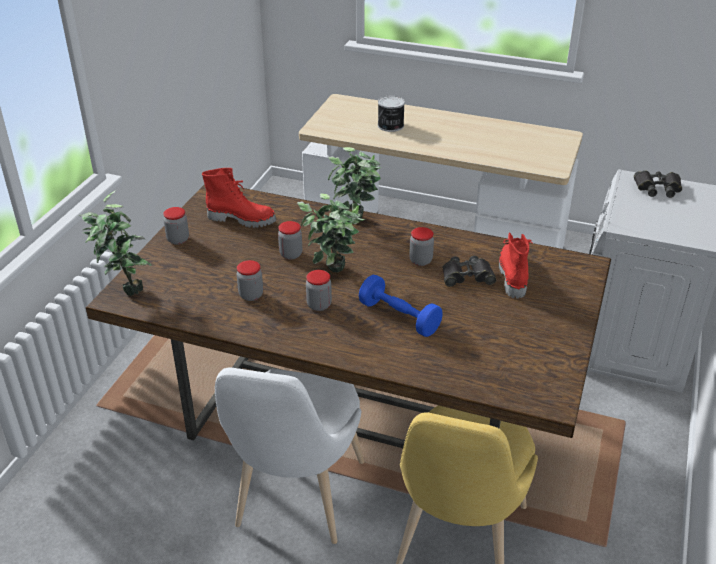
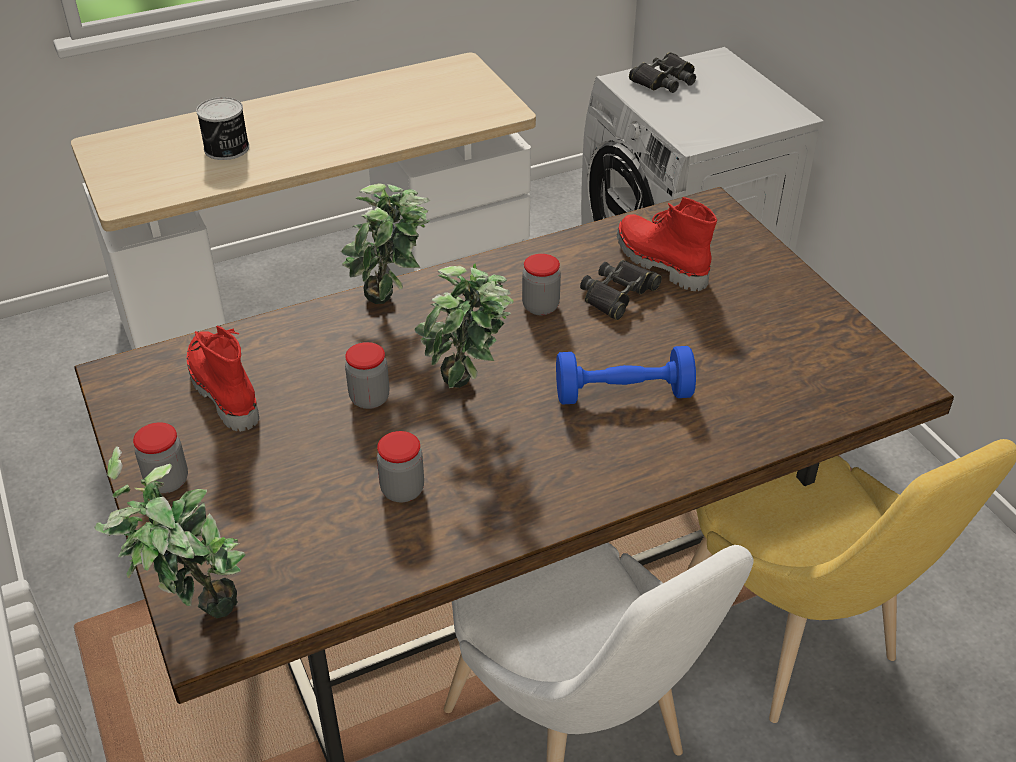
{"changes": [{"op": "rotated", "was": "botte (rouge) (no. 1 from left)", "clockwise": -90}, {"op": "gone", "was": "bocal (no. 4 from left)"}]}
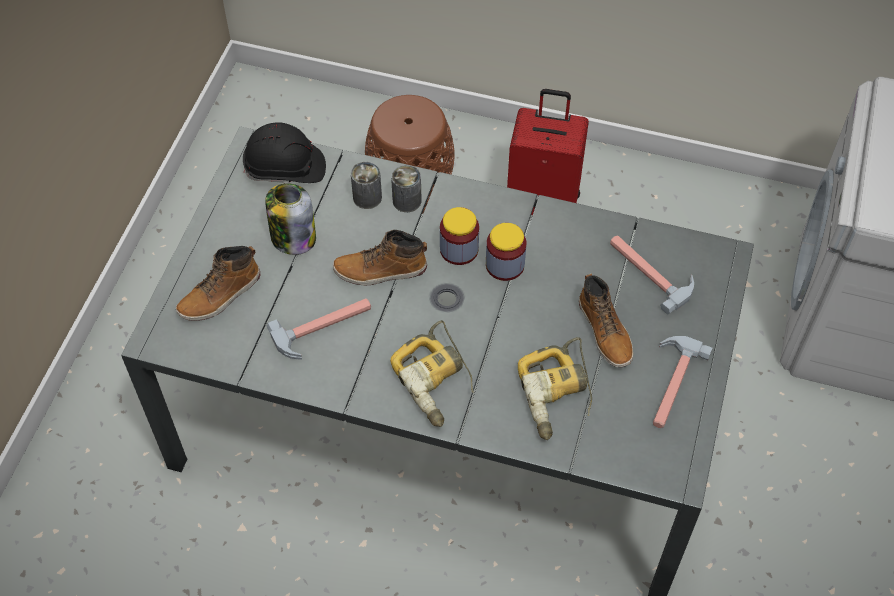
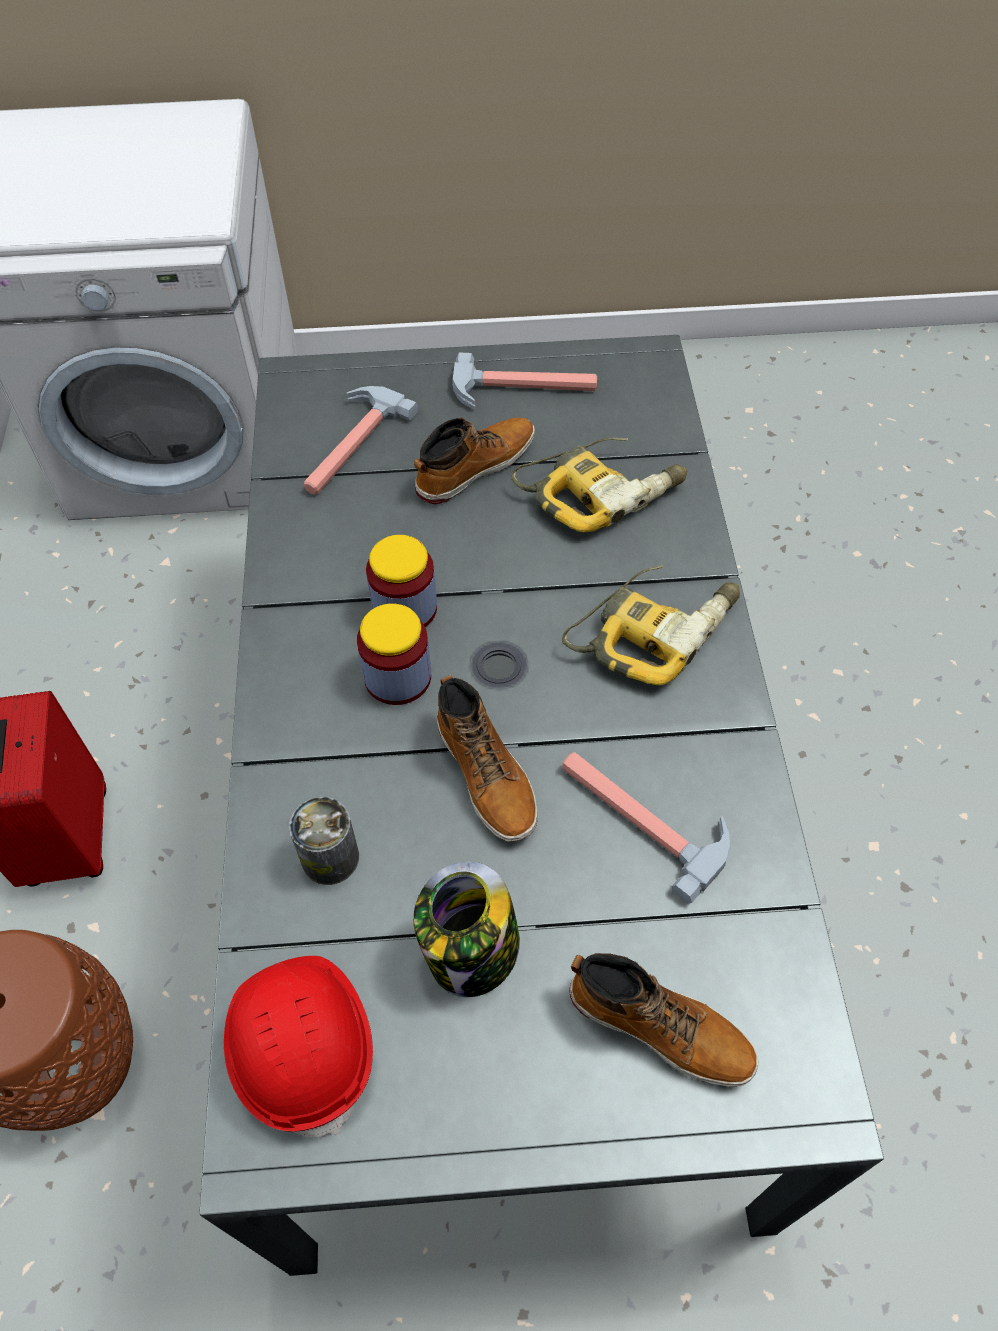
{"changes": [{"op": "repainted", "was": "casque de chantier (noir)", "now": "casque de chantier (rouge)"}, {"op": "gone", "was": "boîte métallique (no. 2 from left)"}]}
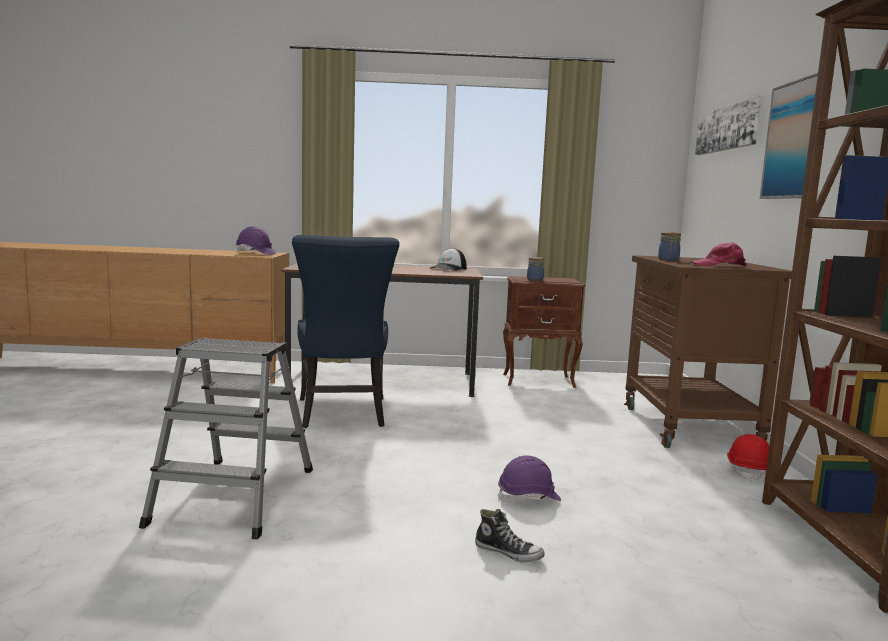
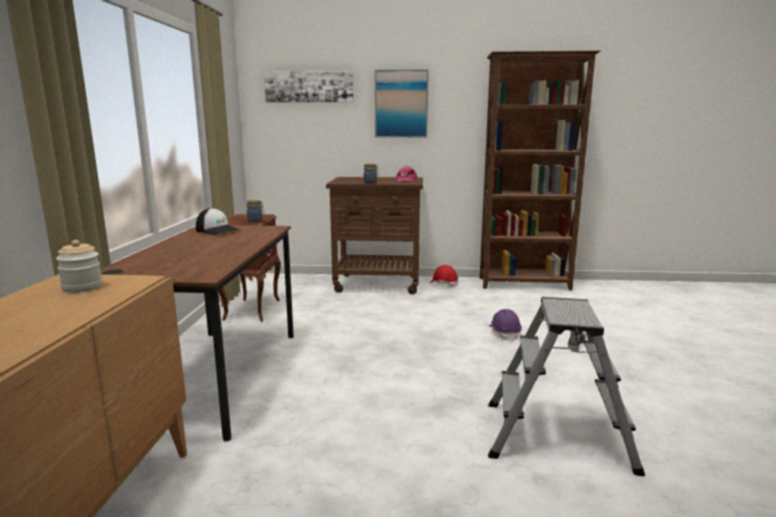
{"changes": [{"op": "swapped", "was": "casque de chantier (violet) (no. 1 from left)", "now": "bocal (no. 1 from left)"}, {"op": "gone", "was": "chaise (bleu)"}]}
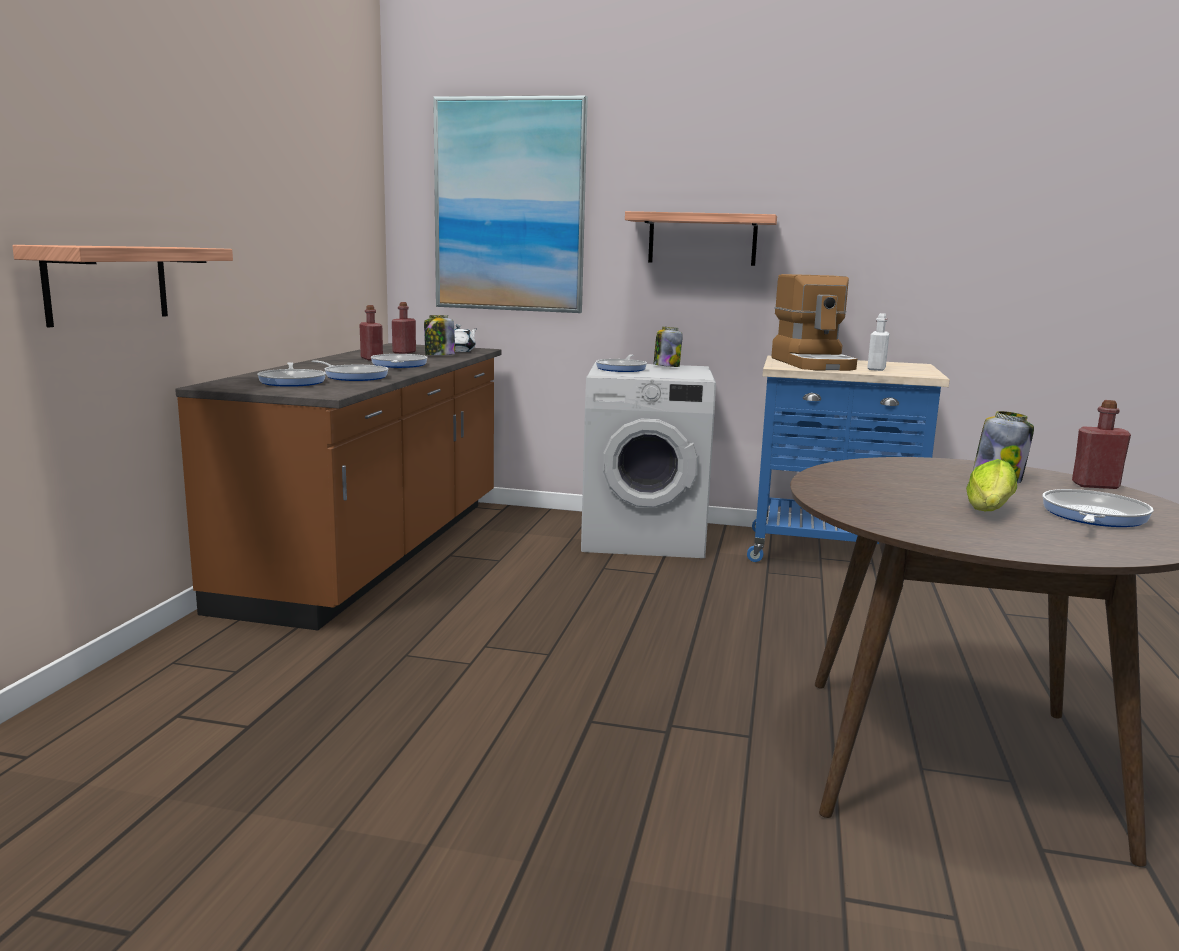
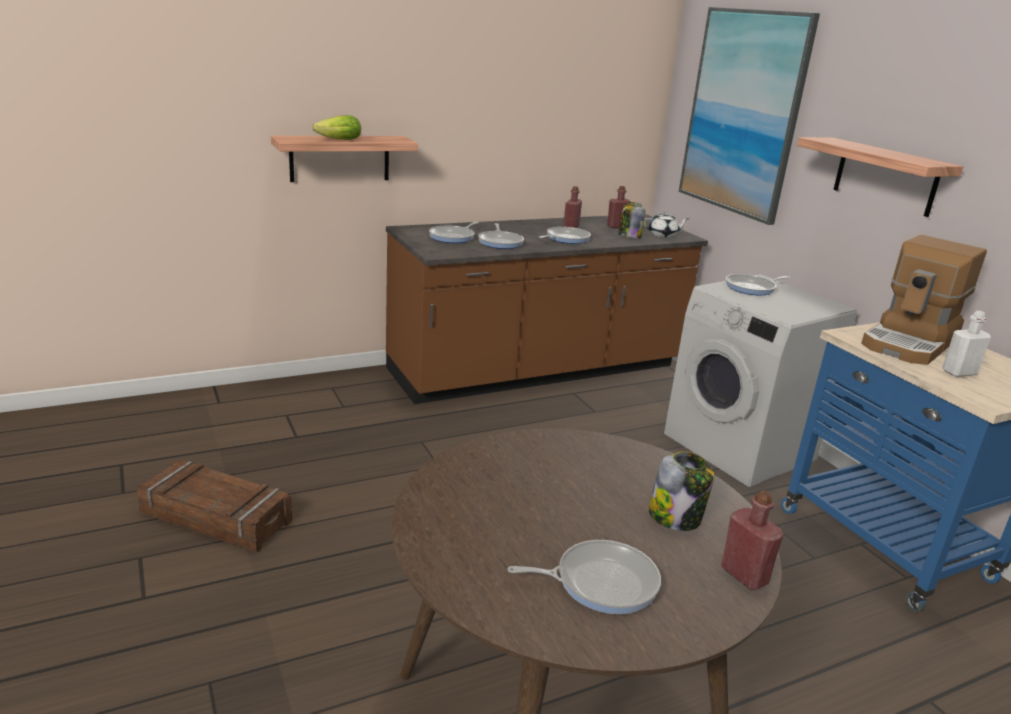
{"changes": [{"op": "gone", "was": "bocal (no. 2 from left)"}, {"op": "shifted", "was": "laitue"}, {"op": "new", "now": "caisse"}]}
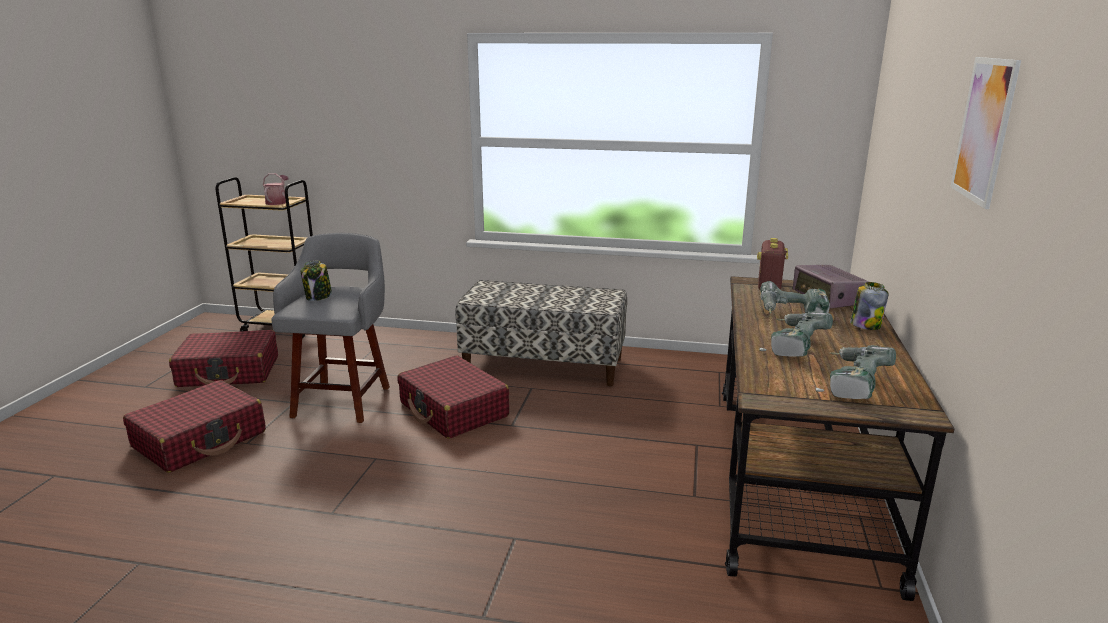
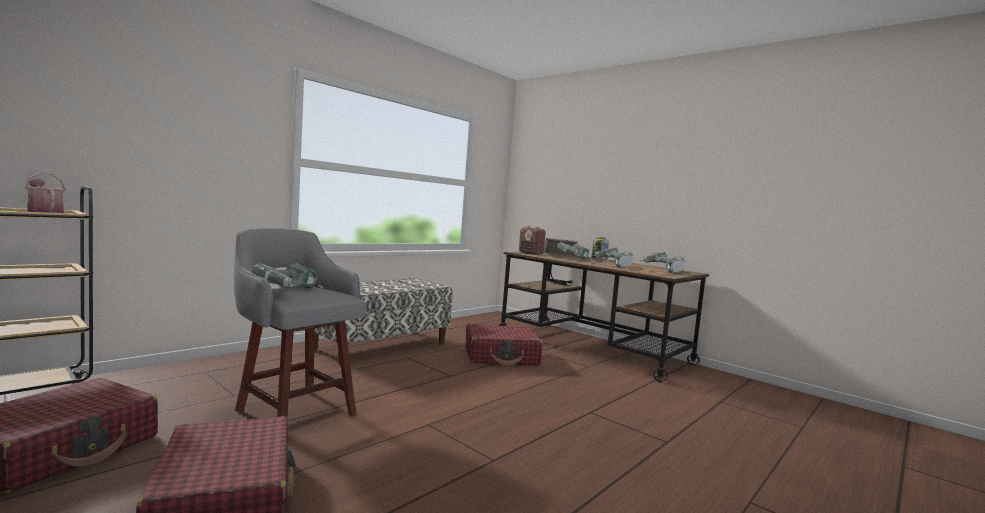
{"changes": [{"op": "swapped", "was": "bocal (no. 1 from left)", "now": "perceuse (no. 1 from left)"}, {"op": "shifted", "was": "valise (rouge) (no. 3 from left)"}, {"op": "gone", "was": "tableau"}]}
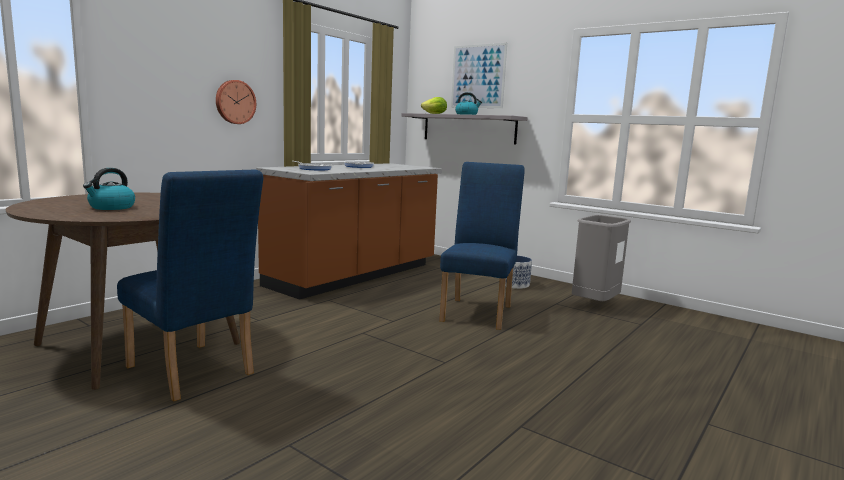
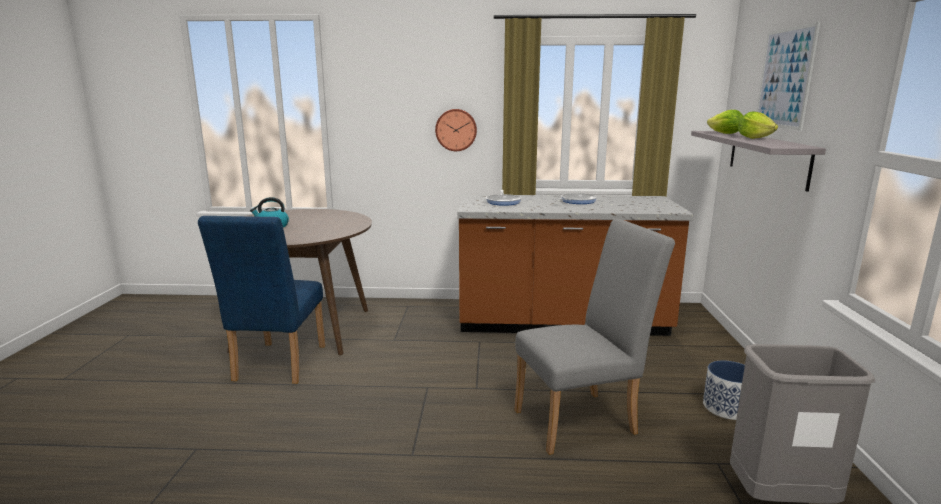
{"changes": [{"op": "repainted", "was": "chaise (bleu) (no. 2 from left)", "now": "chaise (gris)"}, {"op": "swapped", "was": "bouilloire (no. 2 from left)", "now": "laitue (no. 2 from left)"}]}
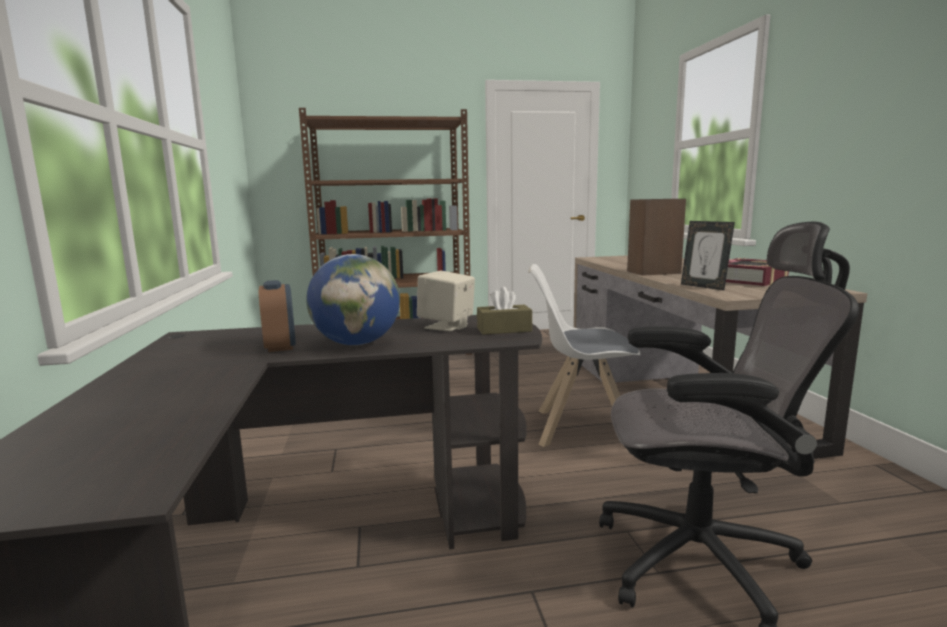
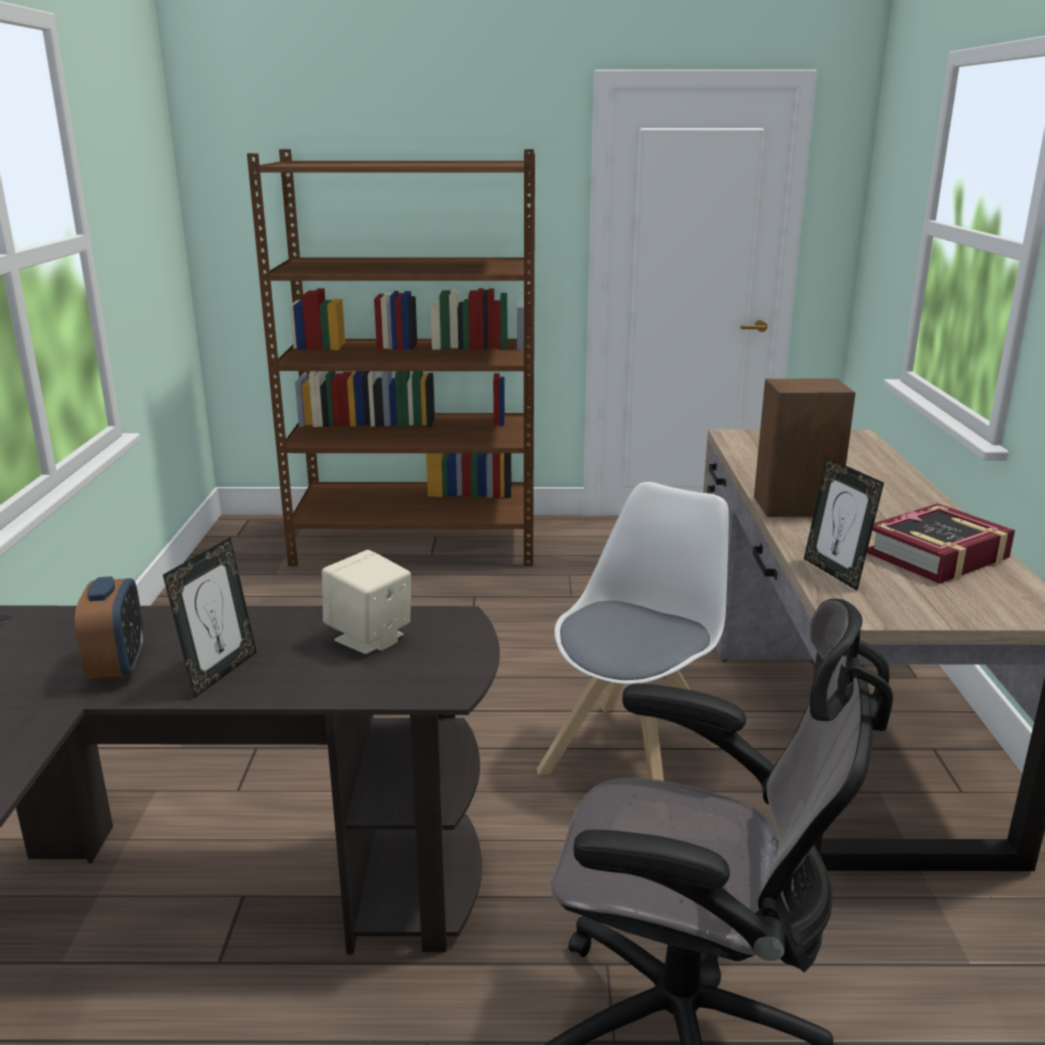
{"changes": [{"op": "swapped", "was": "globe", "now": "cadre photo (no. 1 from left)"}, {"op": "gone", "was": "boîte à mouchoirs (marron)"}, {"op": "rotated", "was": "chaise", "clockwise": 105}]}
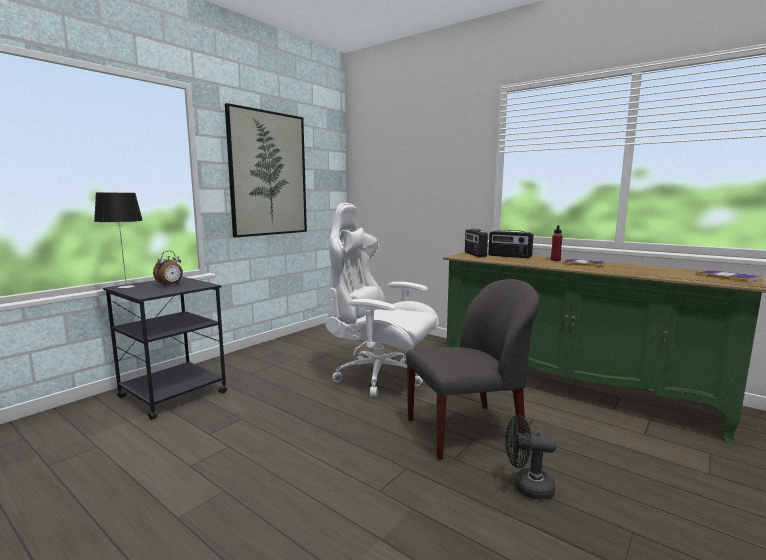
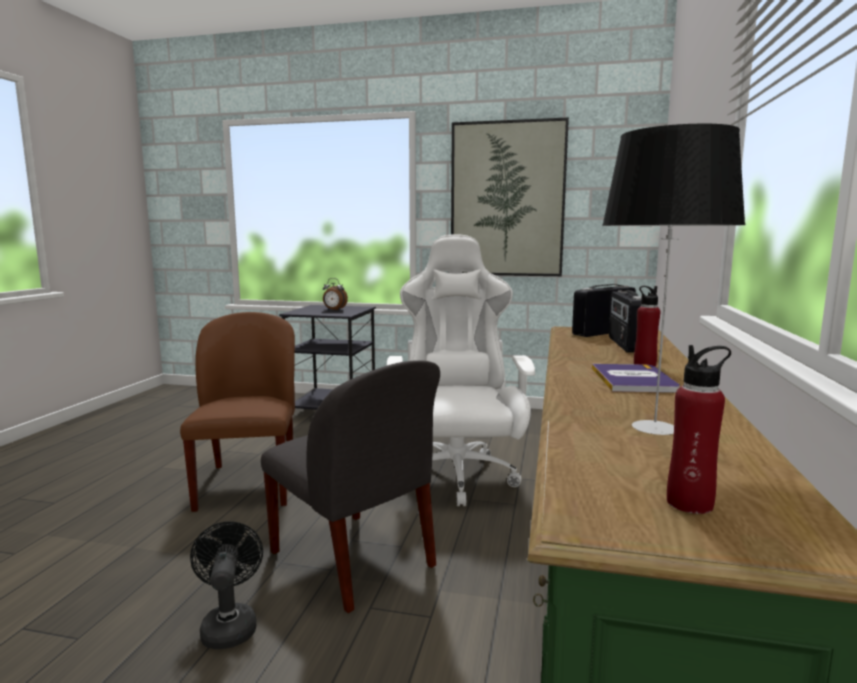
{"changes": [{"op": "shifted", "was": "lampe de table"}, {"op": "swapped", "was": "livre (no. 2 from left)", "now": "bouteille (rouge) (no. 2 from left)"}, {"op": "new", "now": "chaise (marron)"}]}
